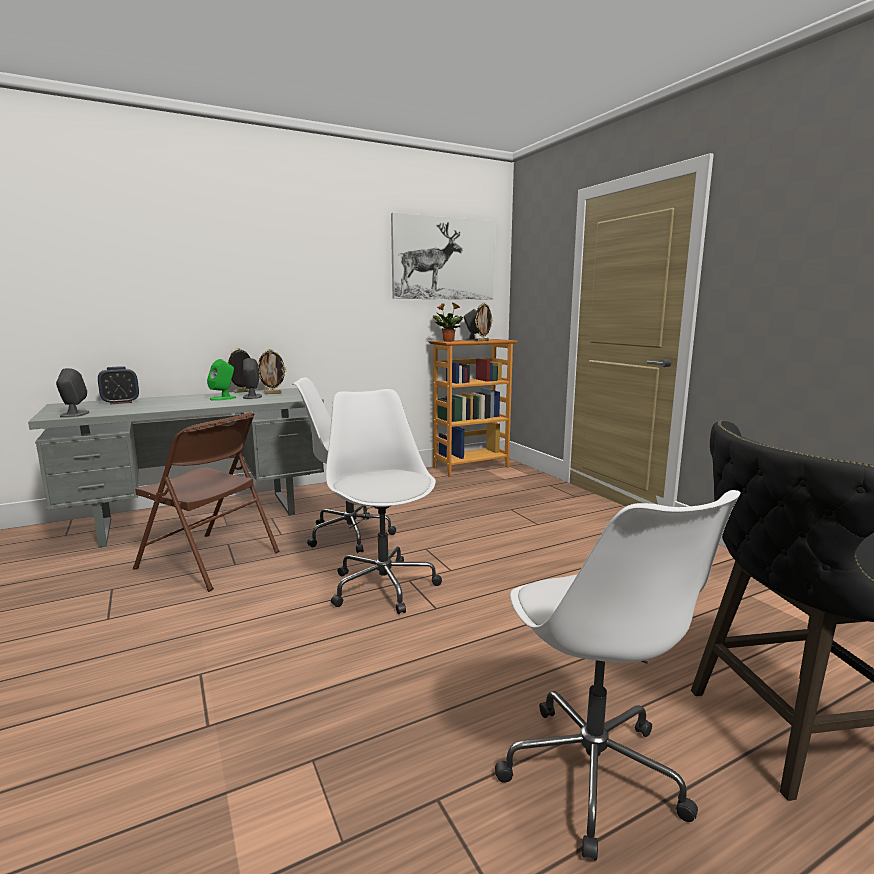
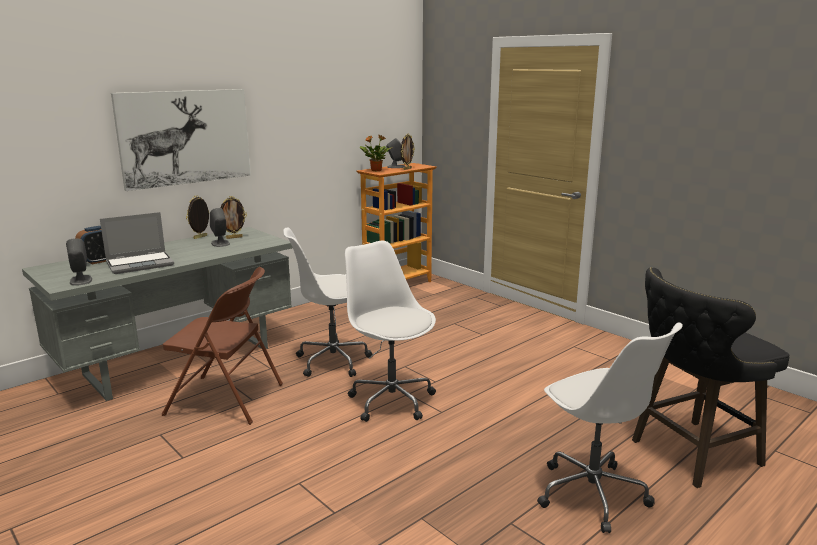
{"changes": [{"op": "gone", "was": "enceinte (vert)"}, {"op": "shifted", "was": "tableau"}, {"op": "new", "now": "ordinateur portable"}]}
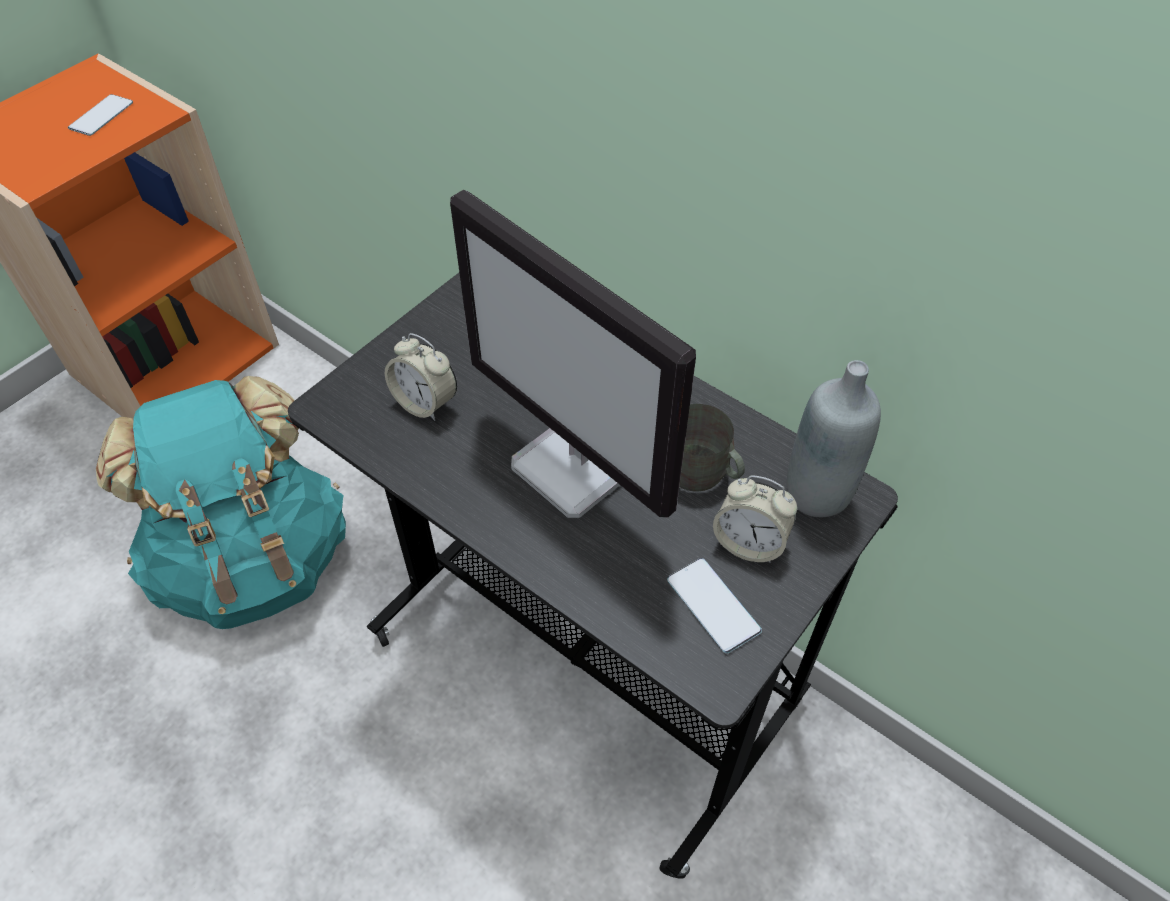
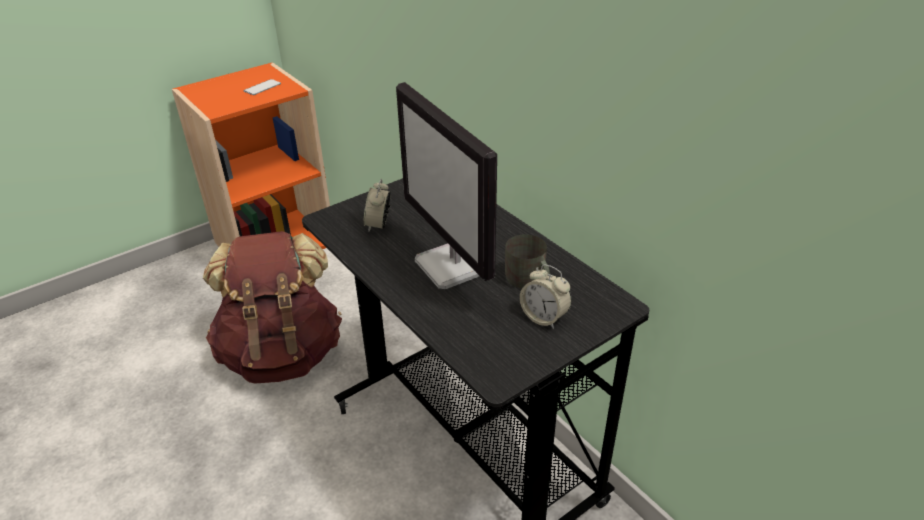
{"changes": [{"op": "repainted", "was": "sac à dos (turquoise)", "now": "sac à dos (marron)"}, {"op": "rotated", "was": "réveil (no. 1 from left)", "clockwise": 45}, {"op": "gone", "was": "téléphone (no. 2 from left)"}, {"op": "gone", "was": "bouteille (gris)"}]}
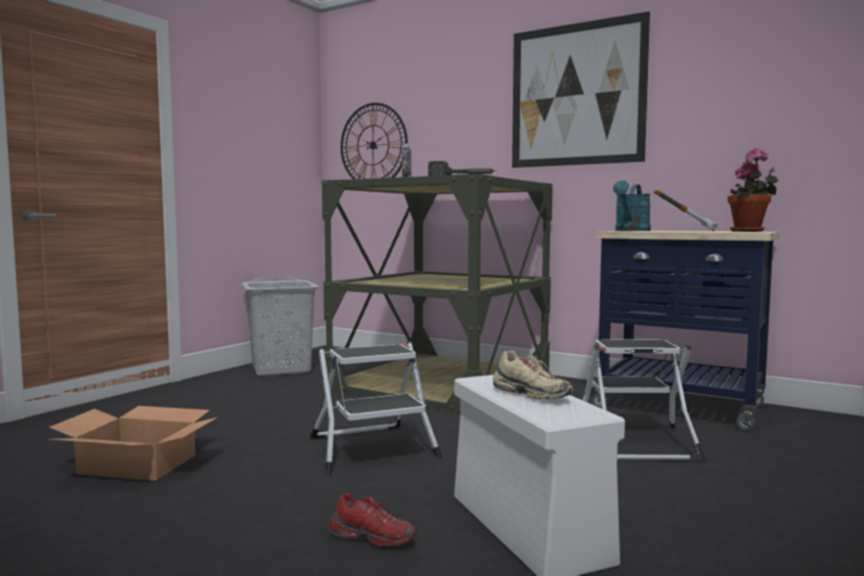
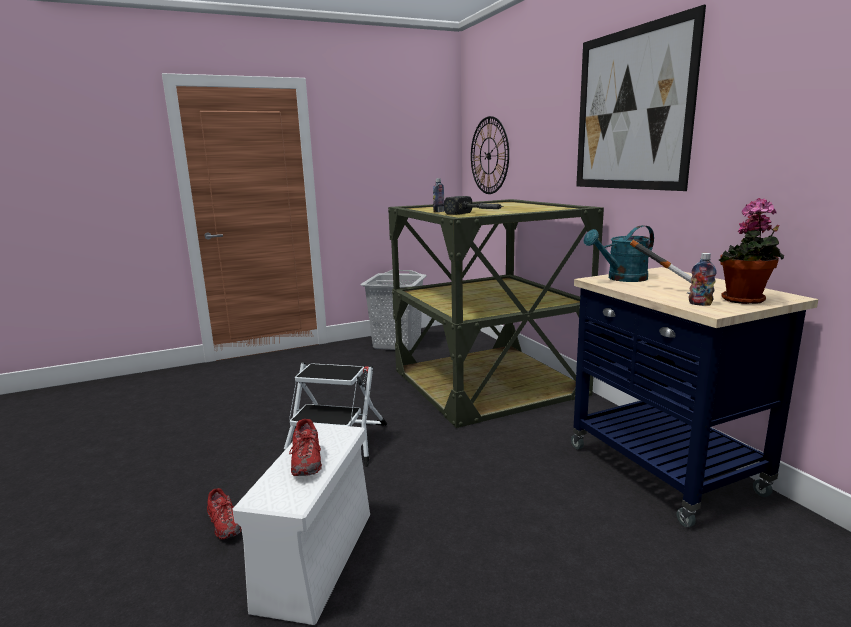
{"changes": [{"op": "gone", "was": "carton"}, {"op": "repainted", "was": "chaussure (beige)", "now": "chaussure (rouge) (no. 2 from left)"}, {"op": "gone", "was": "escabeau (no. 2 from left)"}, {"op": "new", "now": "bouteille (no. 2 from left)"}]}
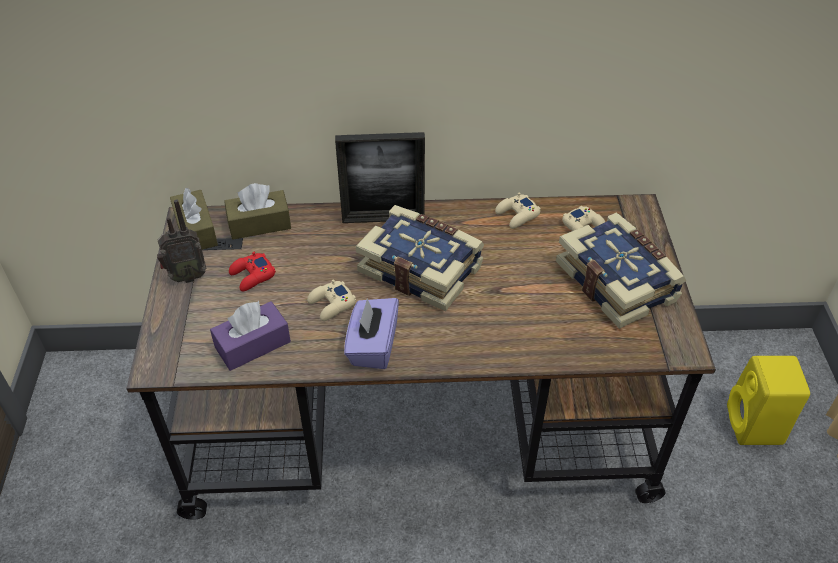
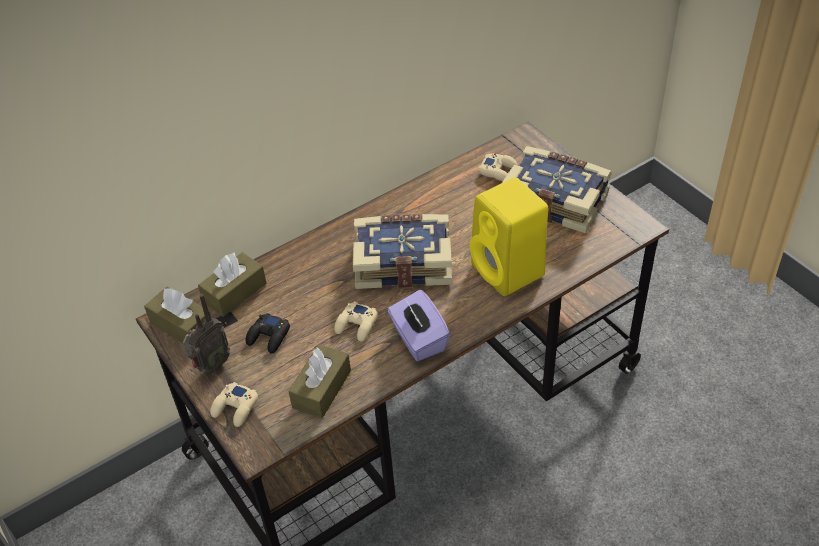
{"changes": [{"op": "repainted", "was": "boîte à mouchoirs (violet) (no. 1 from left)", "now": "boîte à mouchoirs (marron) (no. 3 from left)"}, {"op": "repainted", "was": "manette (rouge)", "now": "manette (noir)"}, {"op": "gone", "was": "cadre photo"}, {"op": "shifted", "was": "manette (beige) (no. 2 from left in the first image)", "now": "manette (beige) (no. 1 from left)"}, {"op": "shifted", "was": "enceinte (jaune)"}]}
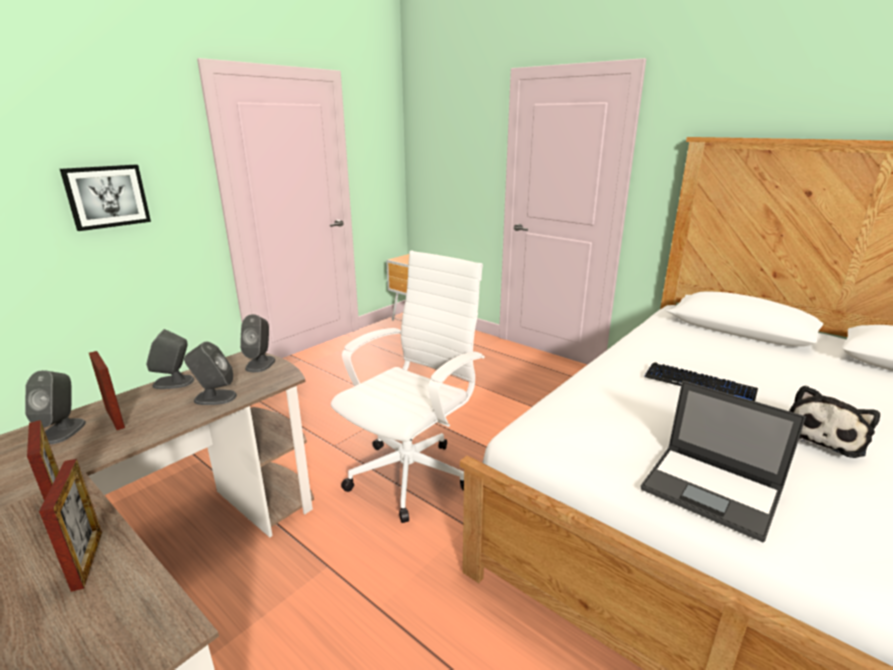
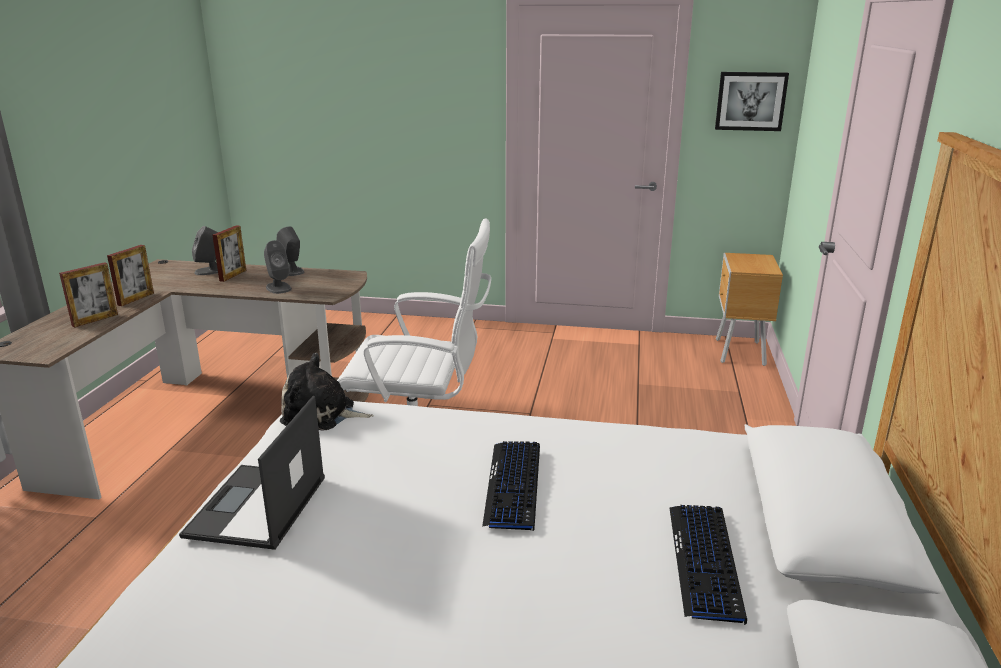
{"changes": [{"op": "shifted", "was": "tableau"}, {"op": "gone", "was": "enceinte (gris) (no. 4 from left)"}, {"op": "shifted", "was": "peluche"}, {"op": "new", "now": "clavier (no. 2 from left)"}]}
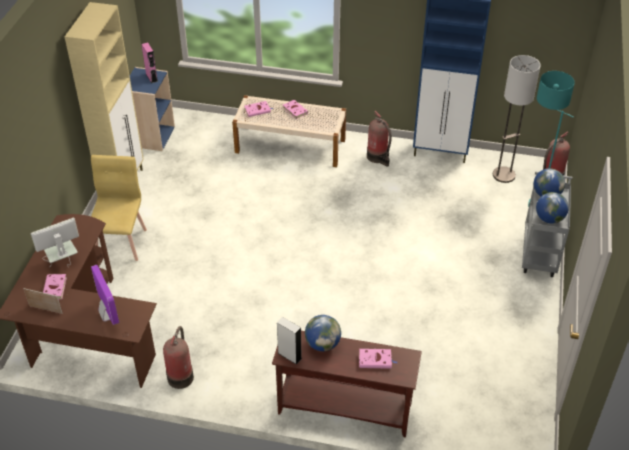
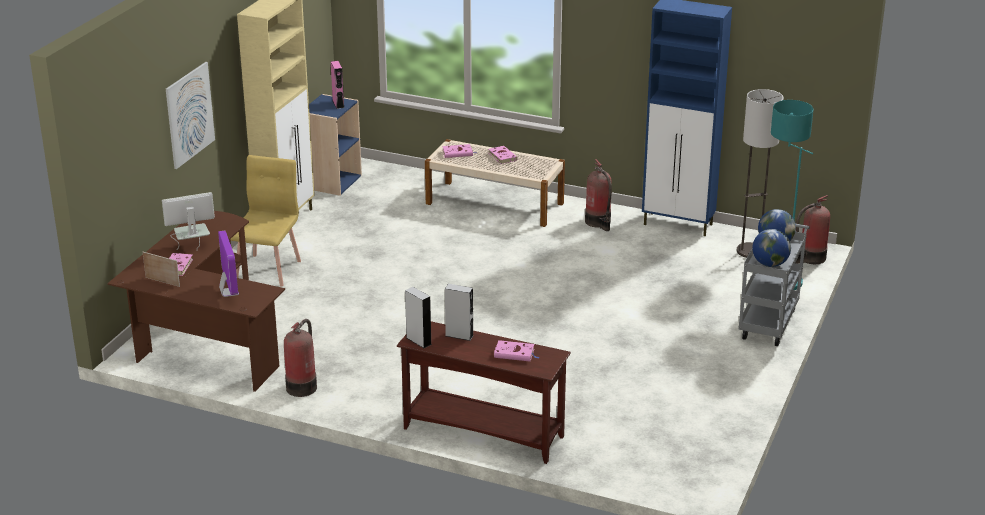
{"changes": [{"op": "swapped", "was": "globe (no. 1 from left)", "now": "enceinte (gris) (no. 2 from left)"}, {"op": "new", "now": "tableau"}]}
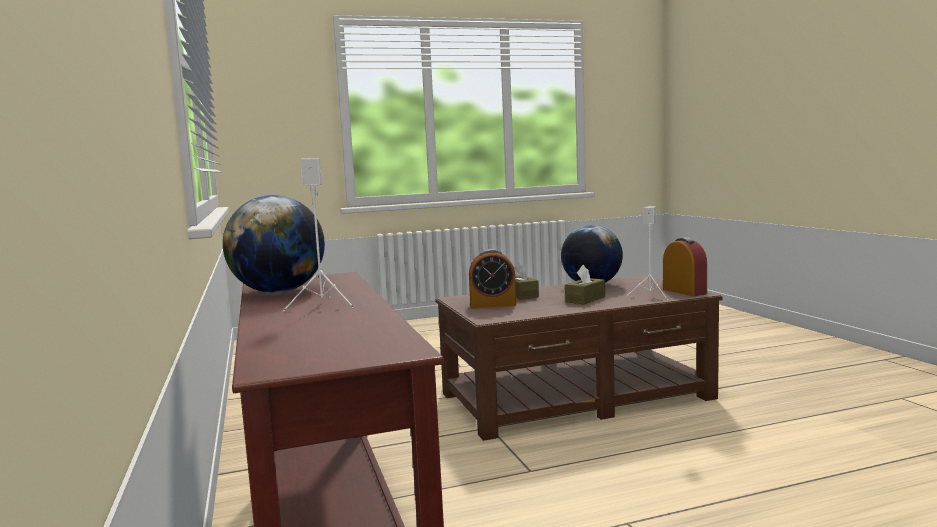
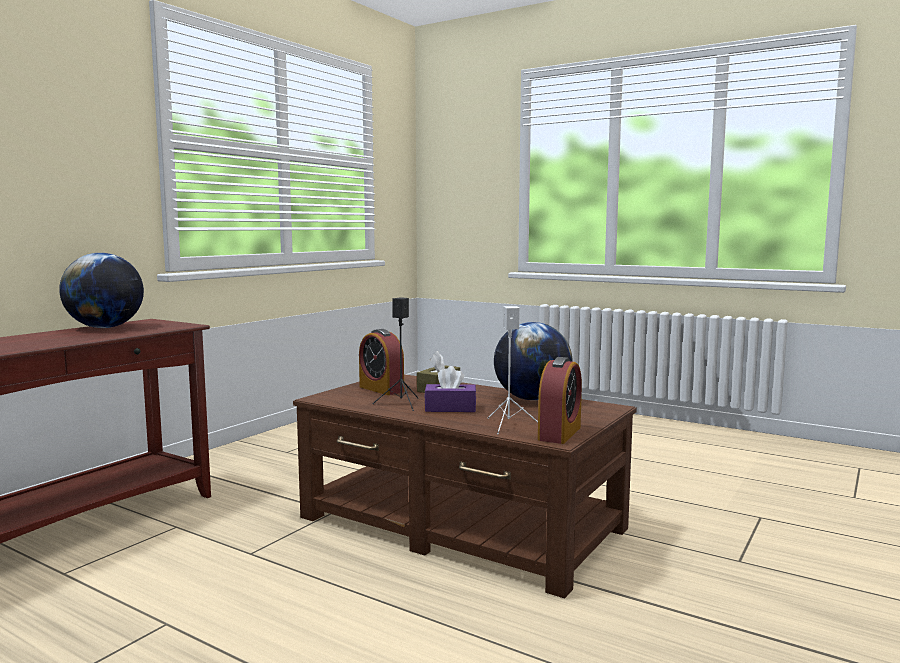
{"changes": [{"op": "gone", "was": "enceinte (blanc) (no. 1 from left)"}, {"op": "repainted", "was": "boîte à mouchoirs (marron) (no. 2 from left)", "now": "boîte à mouchoirs (violet)"}, {"op": "new", "now": "enceinte (noir)"}]}
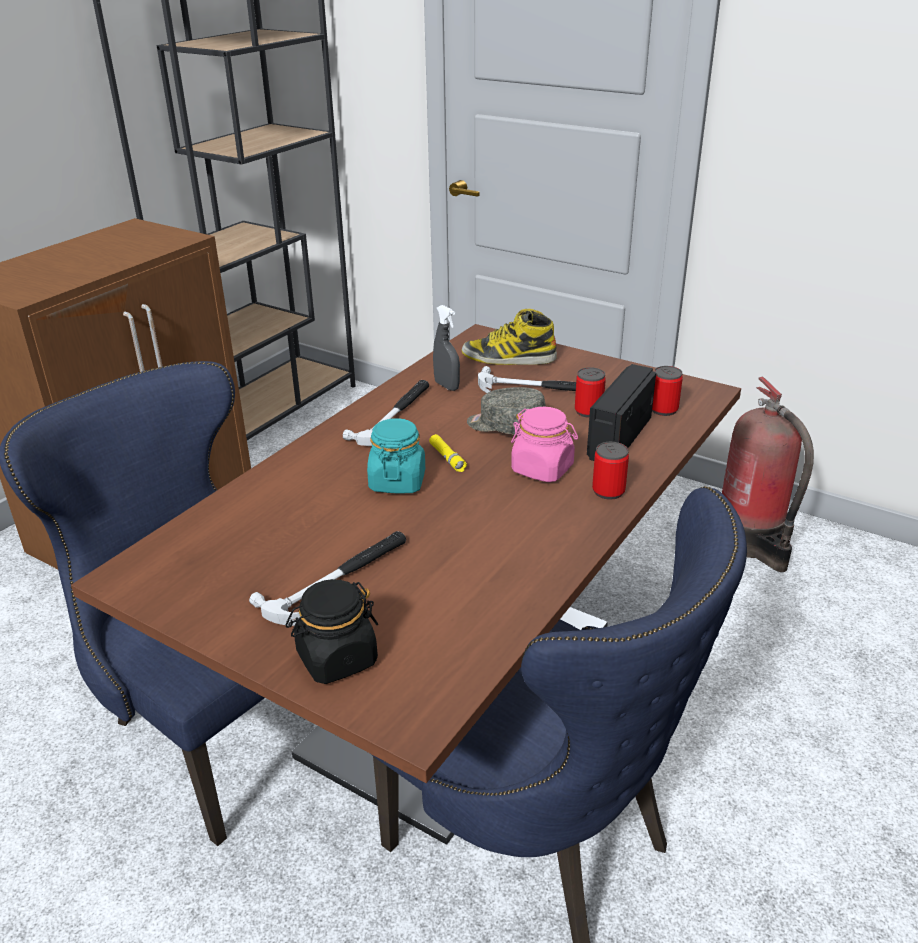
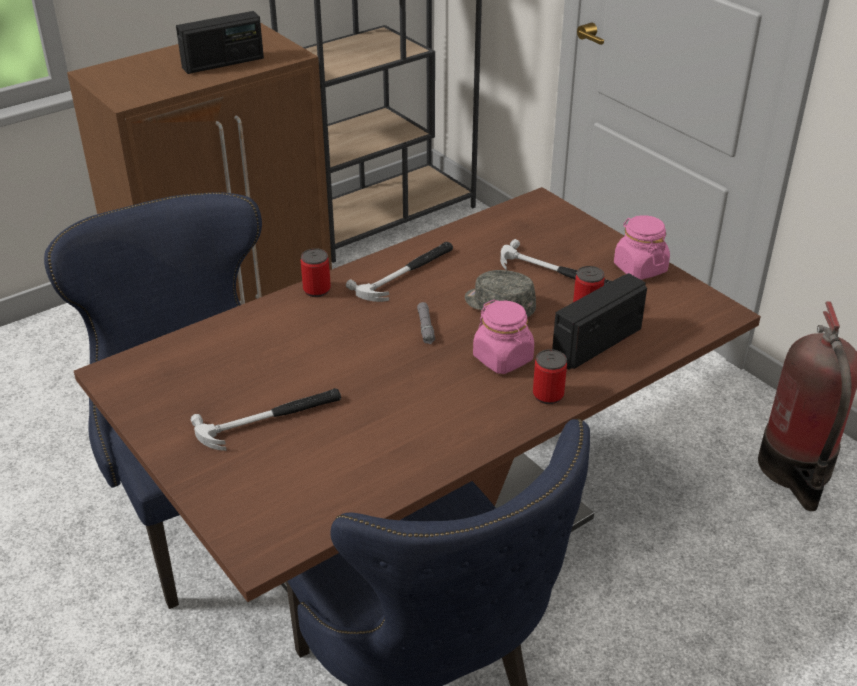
{"changes": [{"op": "gone", "was": "bocal (noir)"}, {"op": "gone", "was": "bocal (turquoise)"}, {"op": "repainted", "was": "lampe de poche (jaune)", "now": "lampe de poche (gris)"}, {"op": "gone", "was": "vaporisateur (gris)"}, {"op": "gone", "was": "botte"}, {"op": "shifted", "was": "boîte métallique (no. 3 from left in the first image)", "now": "boîte métallique (no. 1 from left)"}, {"op": "new", "now": "radio (no. 1 from left)"}, {"op": "new", "now": "bocal (rose) (no. 2 from left)"}]}
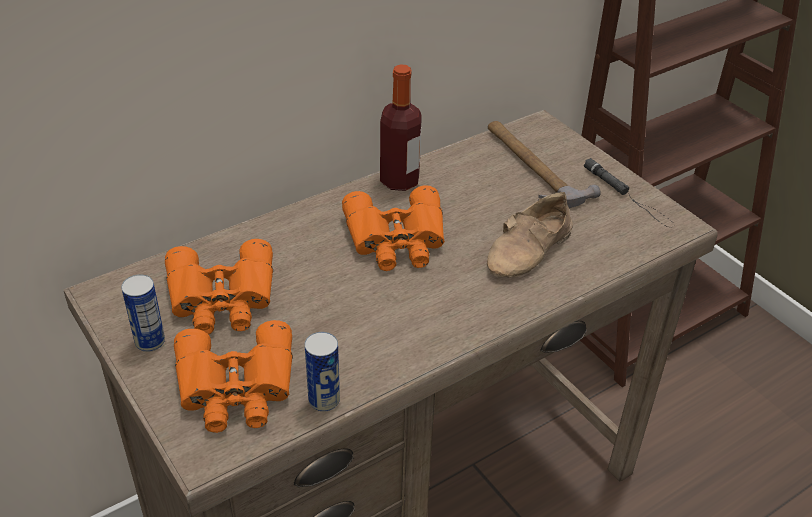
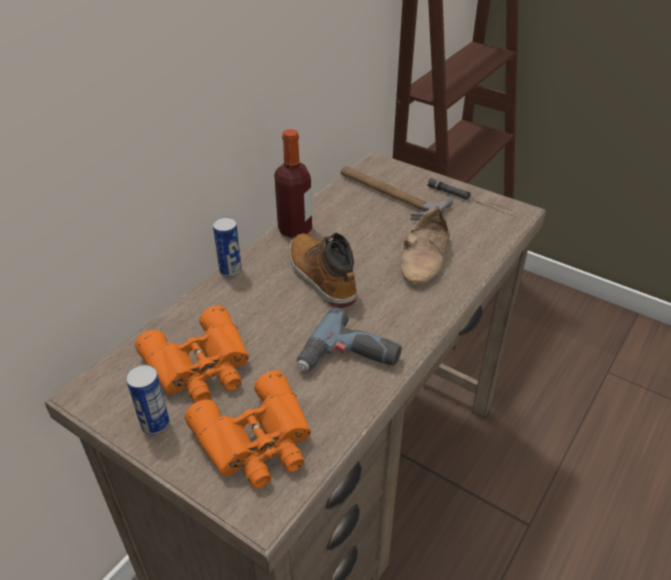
{"changes": [{"op": "shifted", "was": "boîte métallique (no. 2 from left)"}, {"op": "swapped", "was": "jumelles (orange) (no. 3 from left)", "now": "botte"}, {"op": "new", "now": "perceuse"}]}
